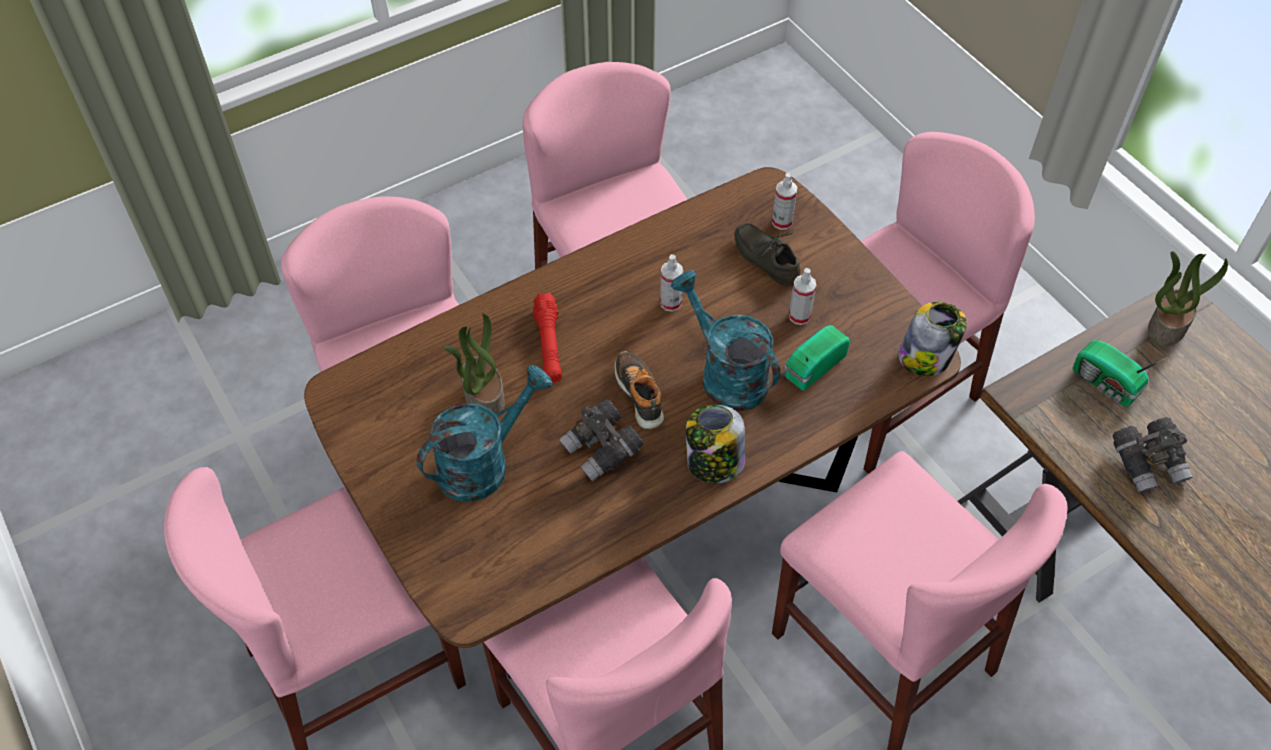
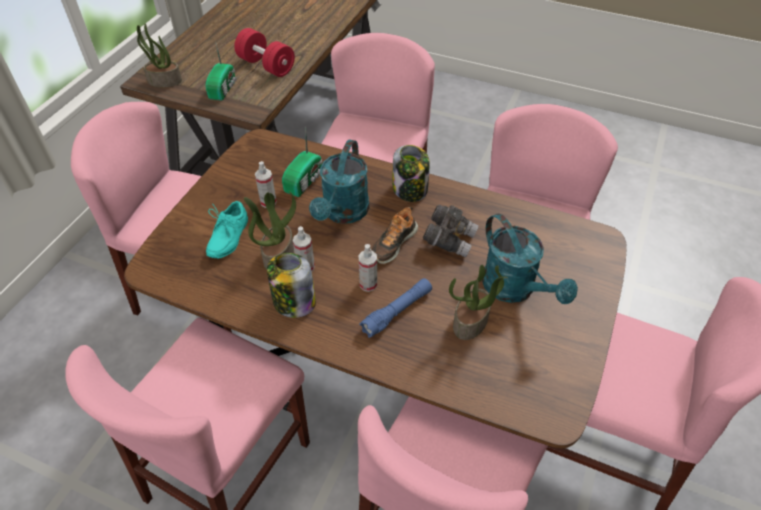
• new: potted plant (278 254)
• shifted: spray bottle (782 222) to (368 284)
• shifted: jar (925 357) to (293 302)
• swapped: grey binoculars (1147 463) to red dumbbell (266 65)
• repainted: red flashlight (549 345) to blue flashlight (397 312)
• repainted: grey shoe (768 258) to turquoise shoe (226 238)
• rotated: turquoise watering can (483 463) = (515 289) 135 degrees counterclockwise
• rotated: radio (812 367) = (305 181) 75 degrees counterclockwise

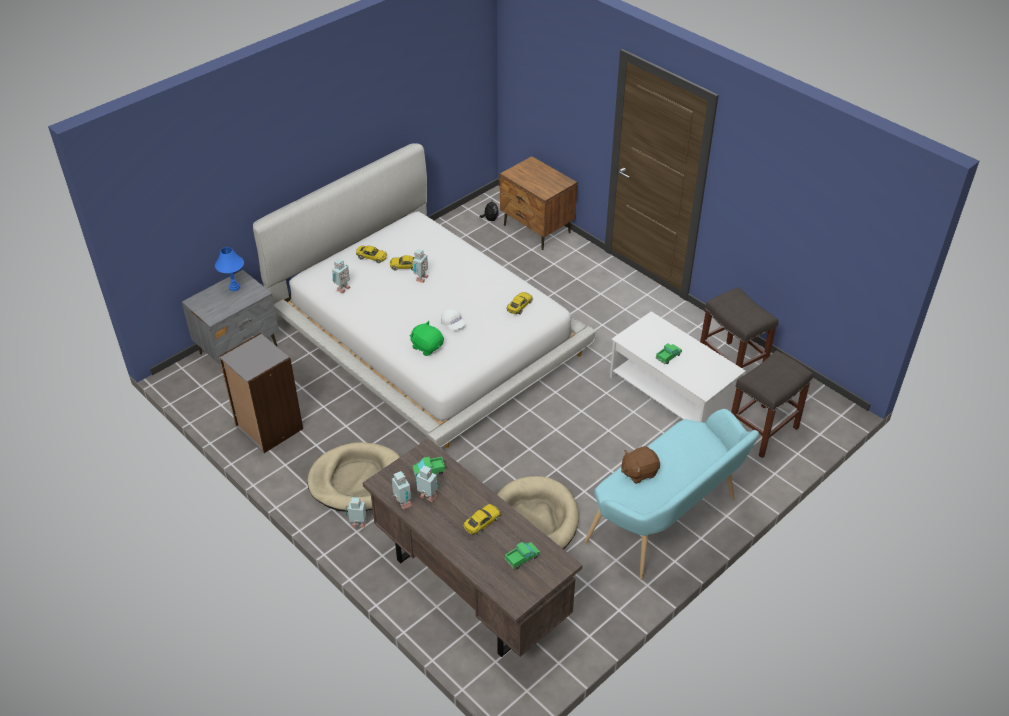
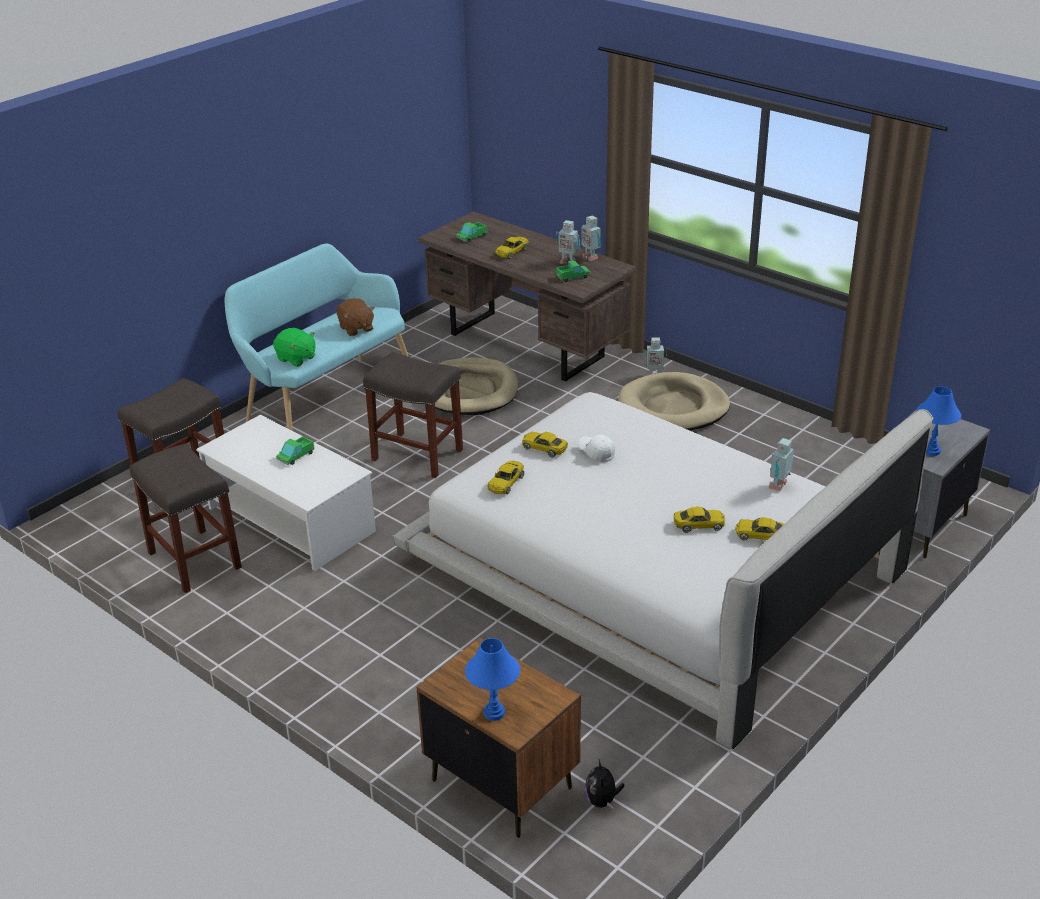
• gone: grey bookcase (268 428)
• gone: toy robot (420 278)
• new: grey stool (416 455)
• new: blue table lamp (494 713)
• new: yellow toy car (544 448)
• shifted: green plush toy (427 347) to (296 358)
• rotated: brown plush toy (639 472) = (356 328) 90 degrees clockwise

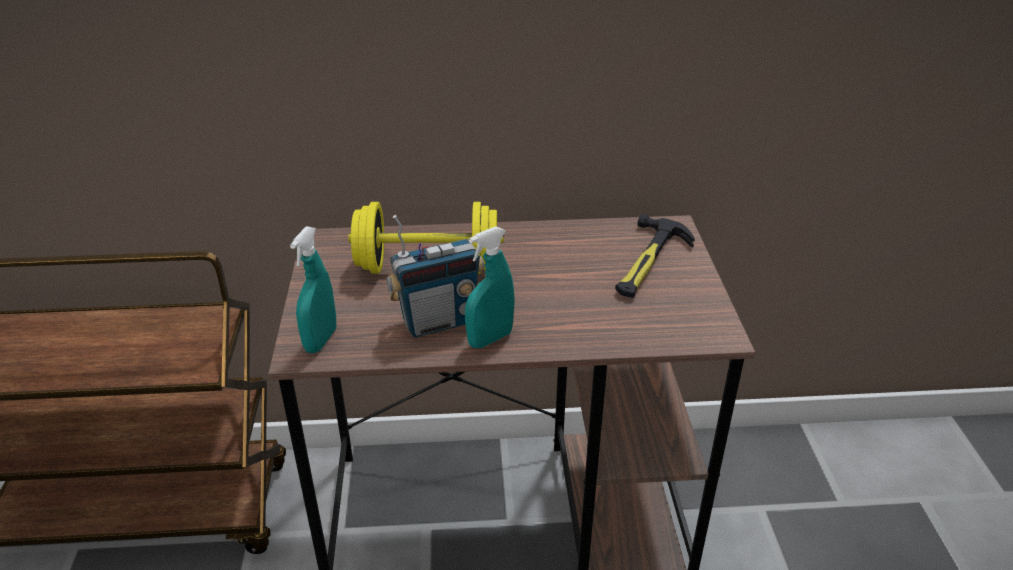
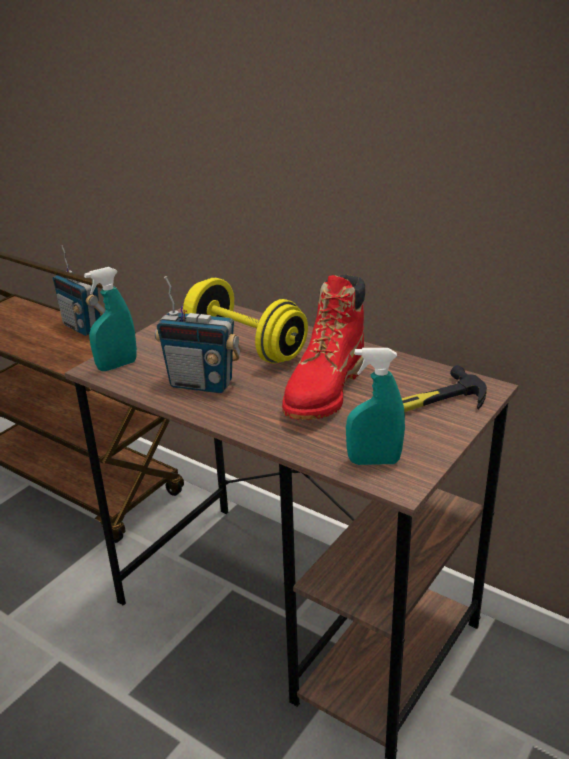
• new: radio (83 327)
• new: red boot (325 391)
• shifted: turquoise spray bottle (490 339) to (374 461)

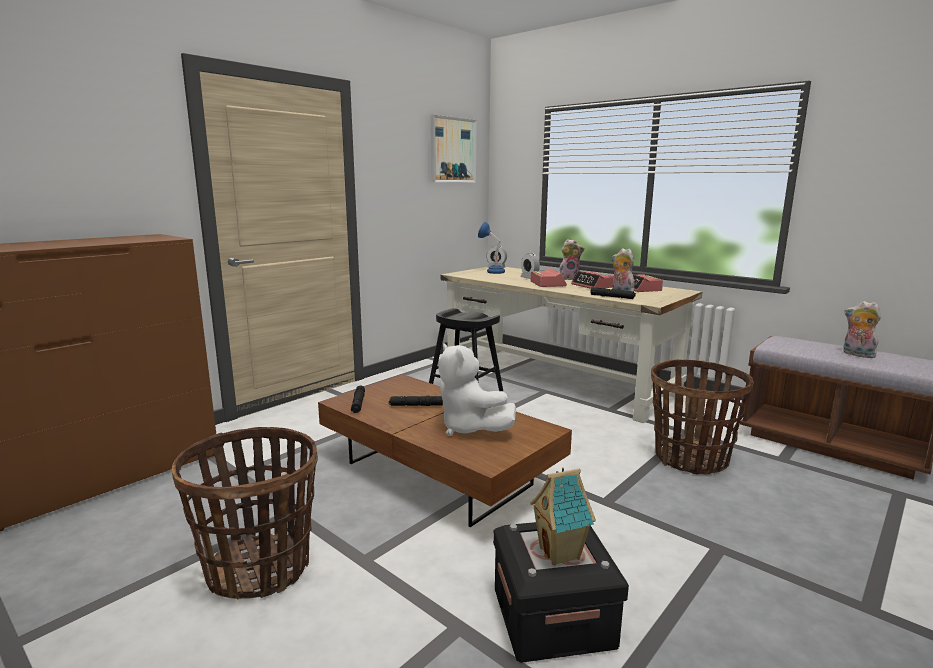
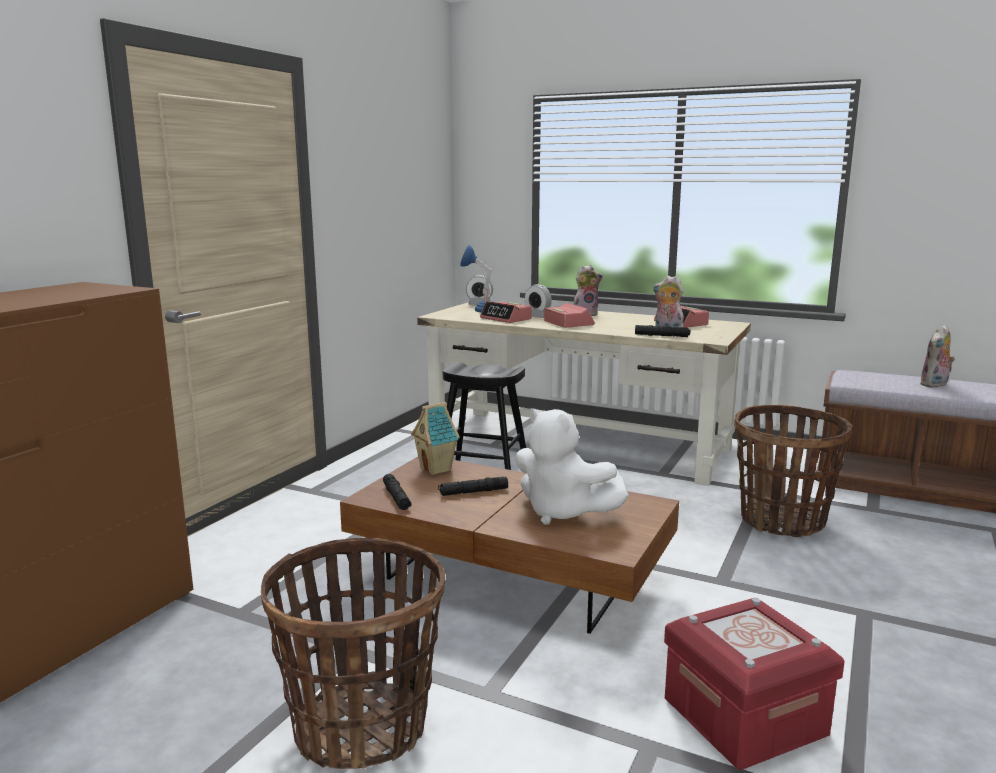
• gone: picture (452 150)
• shifted: toy house (561 553) to (437 469)
• shifted: alarm clock (593 286) to (506 319)
• repainted: black storage box (553 617) to red storage box (744 716)
• rotated: plush toy (856 354) = (935 385) 75 degrees counterclockwise

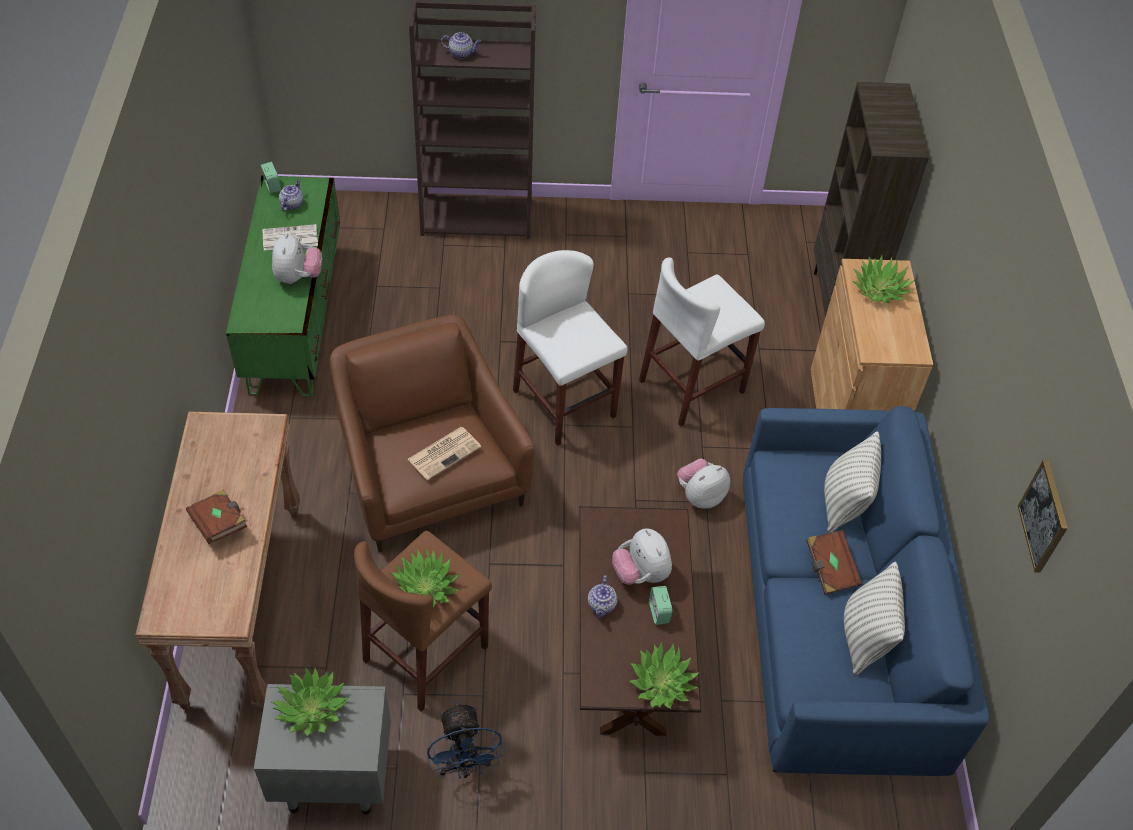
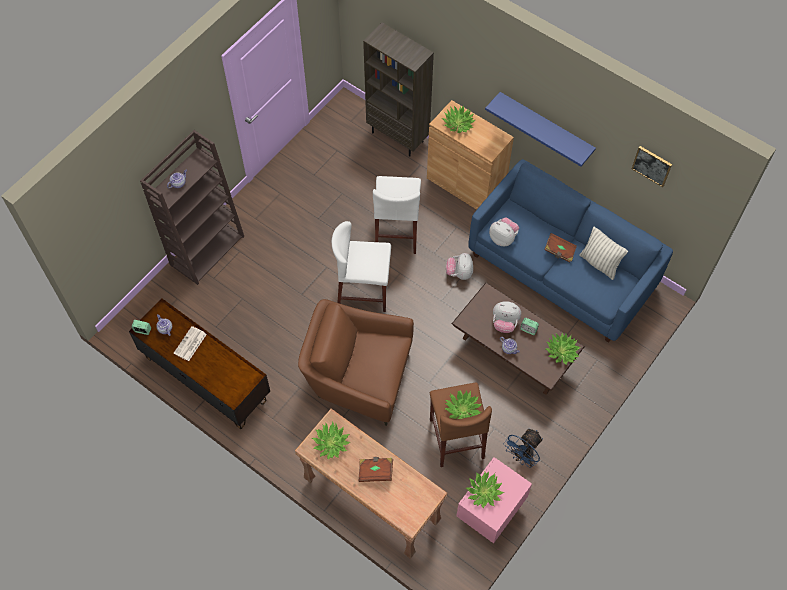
• gone: newspaper (445 452)
• gone: pillow (844 503)
• new: potted plant (331 443)
• new: blue shelf (545 126)
• shifted: plush toy (298 277) to (503 238)
• repainted: green tv stand (295 318) to brown tv stand (206 378)
• repainted: grey nightstand (332 777) to pink nightstand (490 513)
• rotated: blue fan (464 765) = (522 457) 105 degrees clockwise

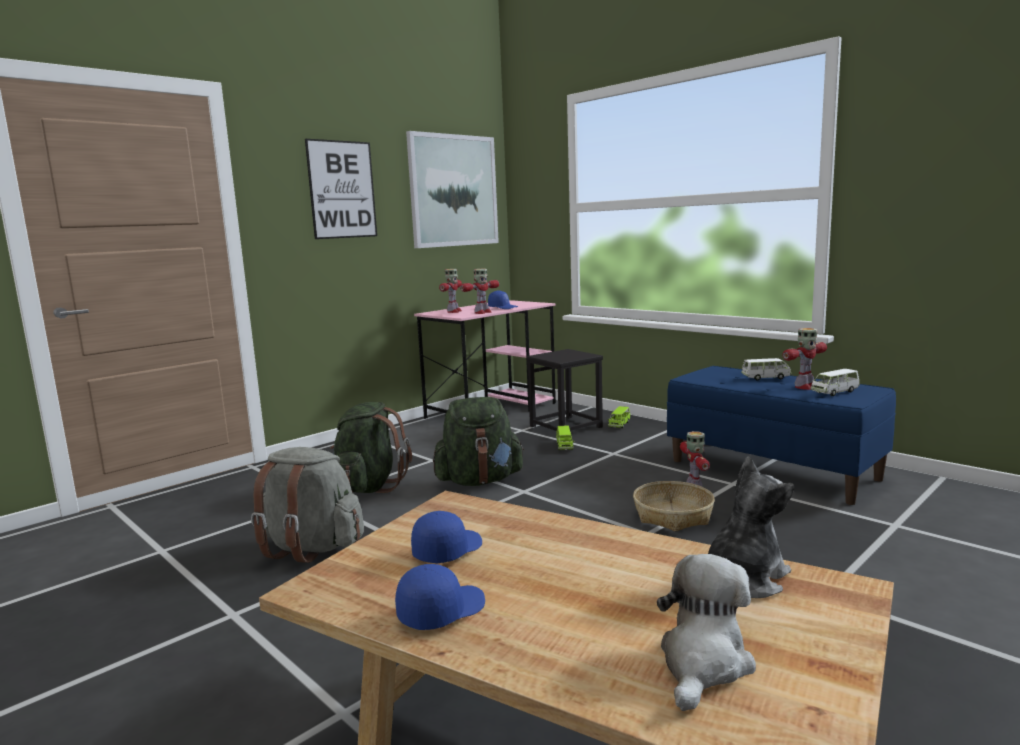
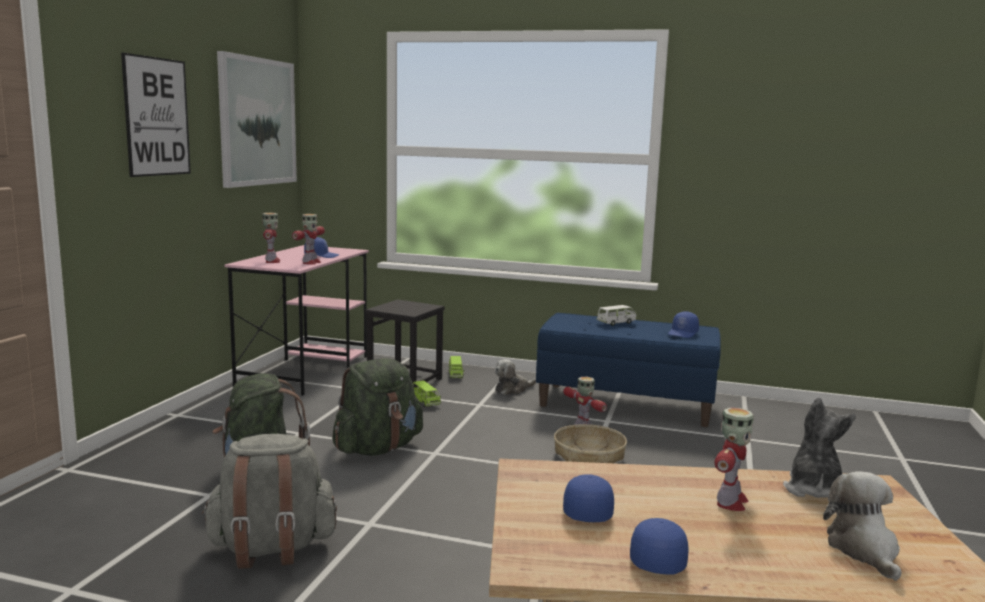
• new: plush toy (513 389)
• shifted: toy robot (805 387) to (730 502)
• swapped: white toy car (834 392) to blue cap (683 333)

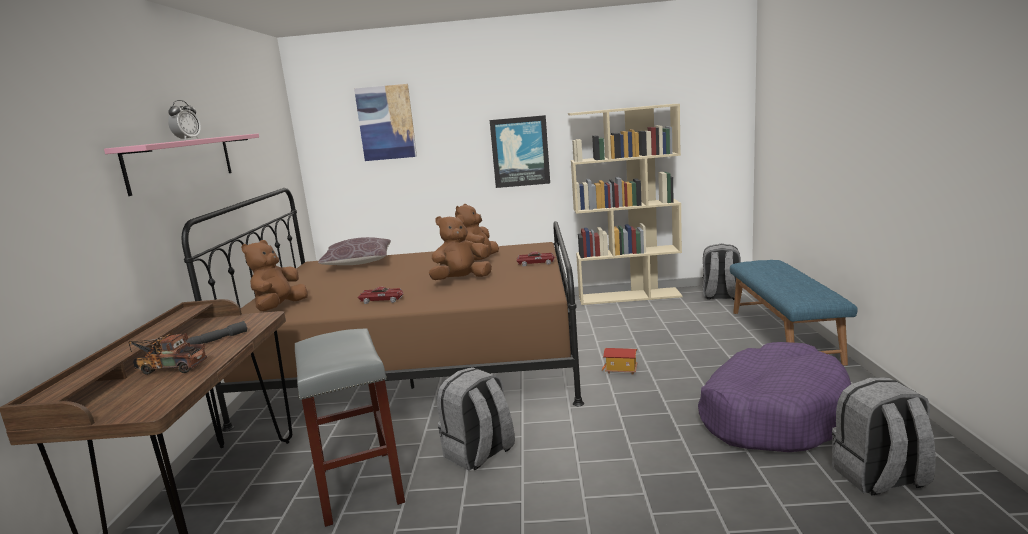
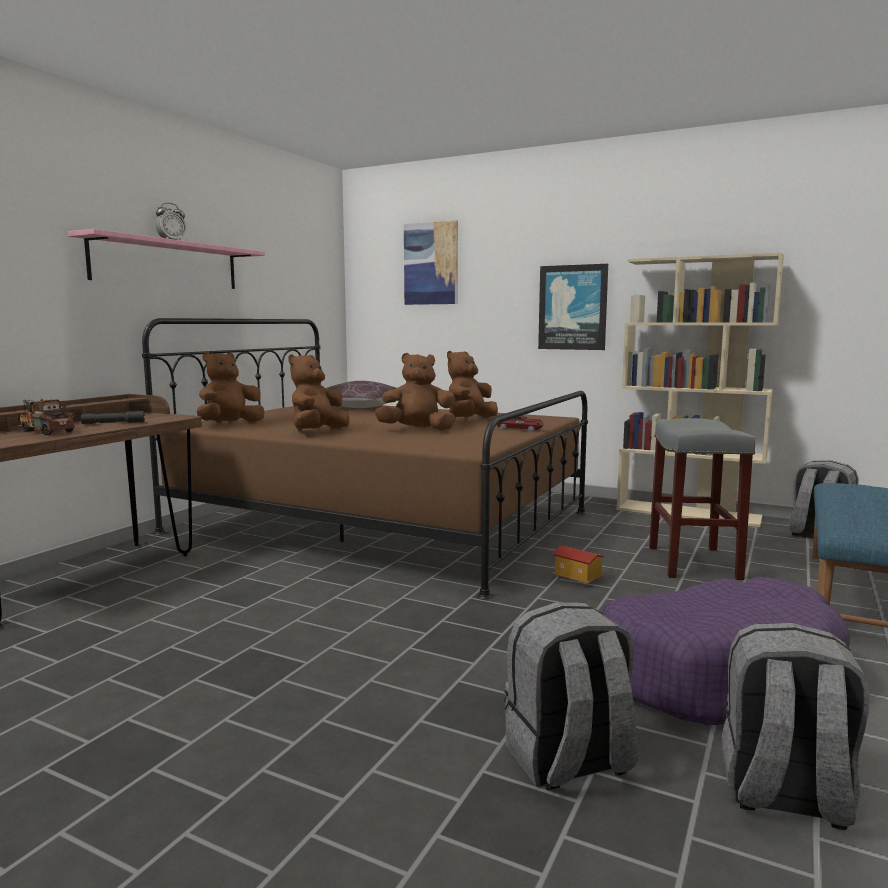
• shifted: grey stool (360 486) to (694 563)
• shifted: grey backpack (479 453) to (568 761)
• swapped: toy car (382 300) to brown plush toy (317 432)

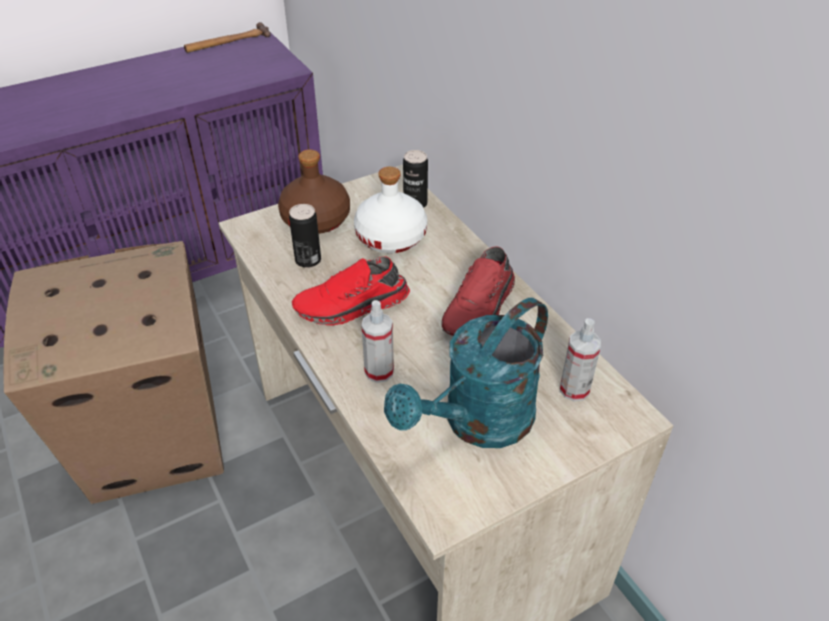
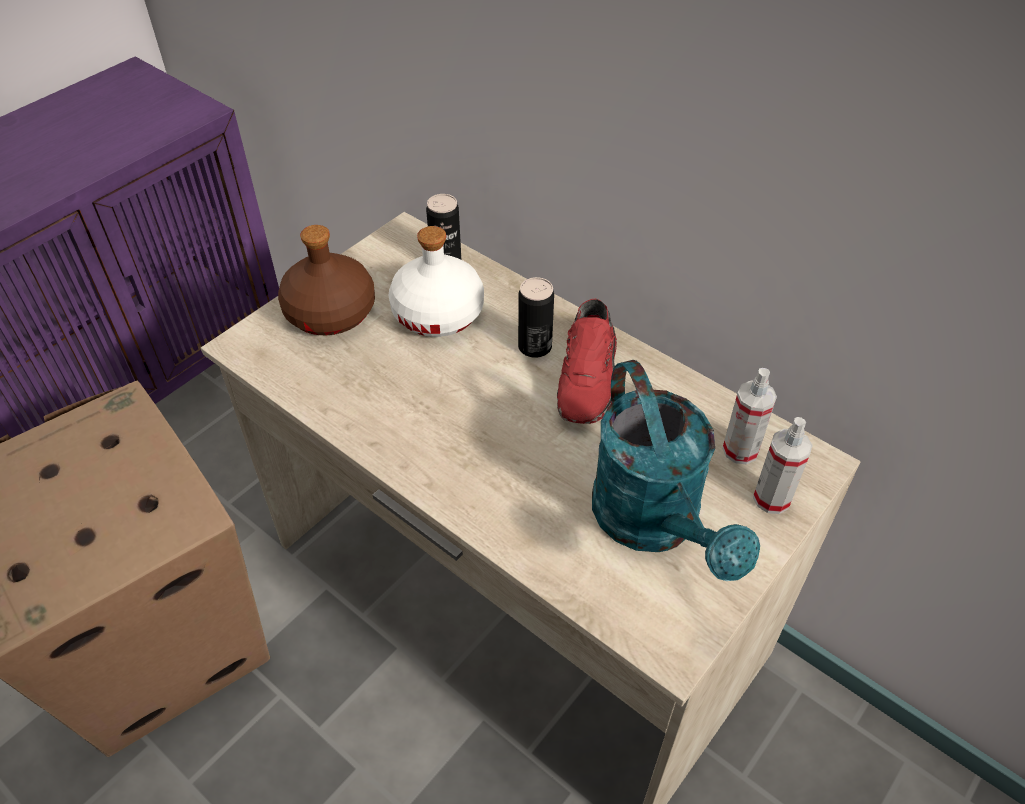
• gone: hammer (227 42)
• gone: red shoe (352 307)
• shifted: can (308 260) to (535 347)
• shifted: spray bottle (379 371) to (771 498)
• rotated: turquoise watering can (477 423) = (655 524) 45 degrees counterclockwise

